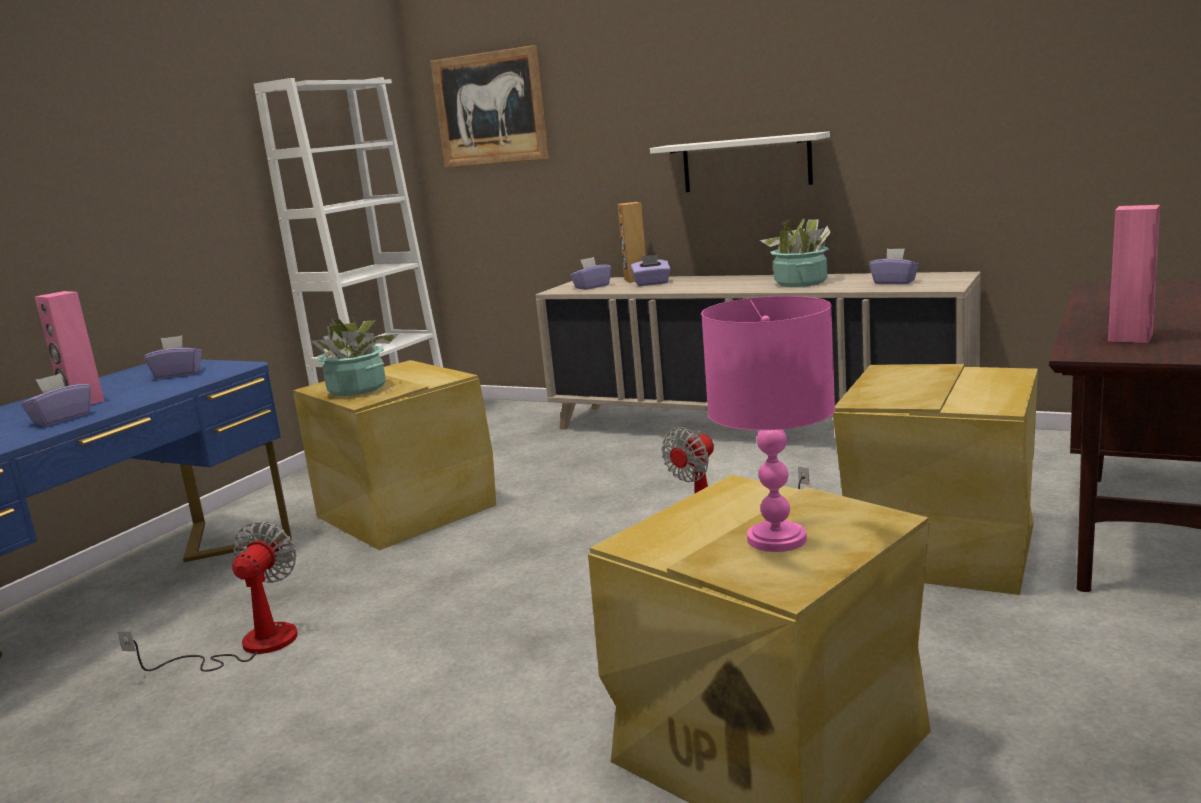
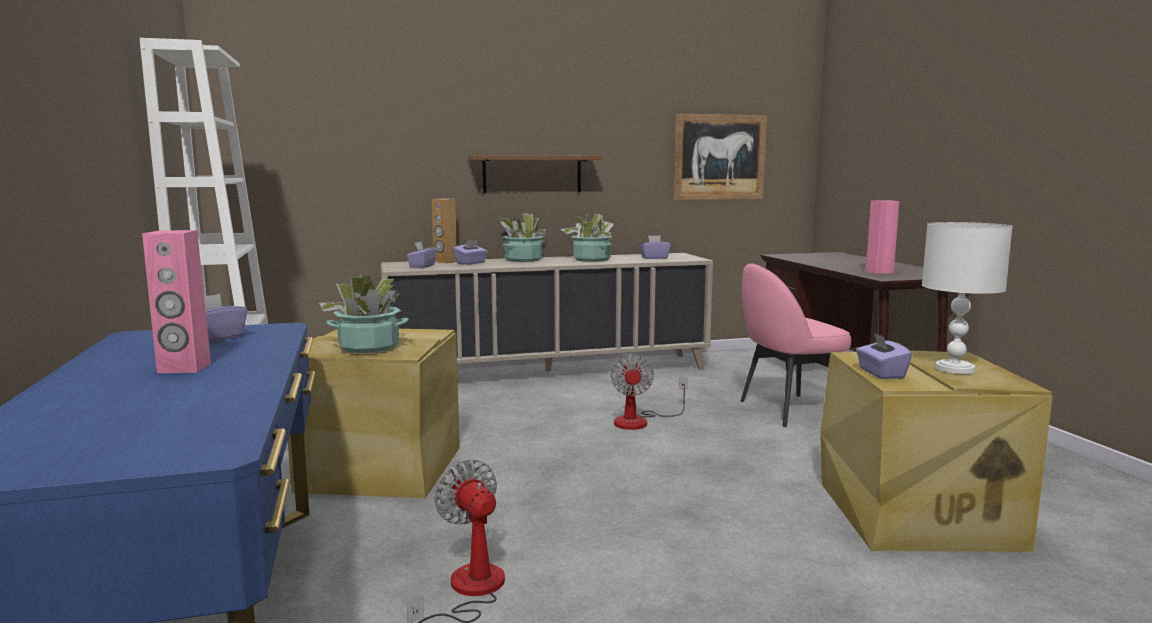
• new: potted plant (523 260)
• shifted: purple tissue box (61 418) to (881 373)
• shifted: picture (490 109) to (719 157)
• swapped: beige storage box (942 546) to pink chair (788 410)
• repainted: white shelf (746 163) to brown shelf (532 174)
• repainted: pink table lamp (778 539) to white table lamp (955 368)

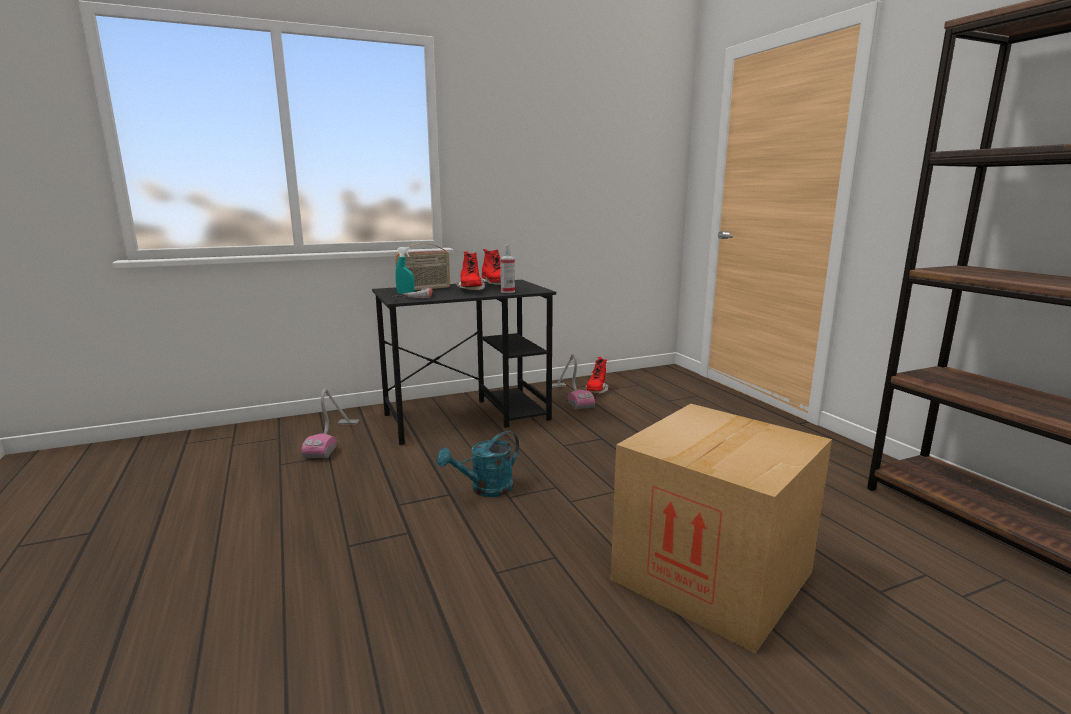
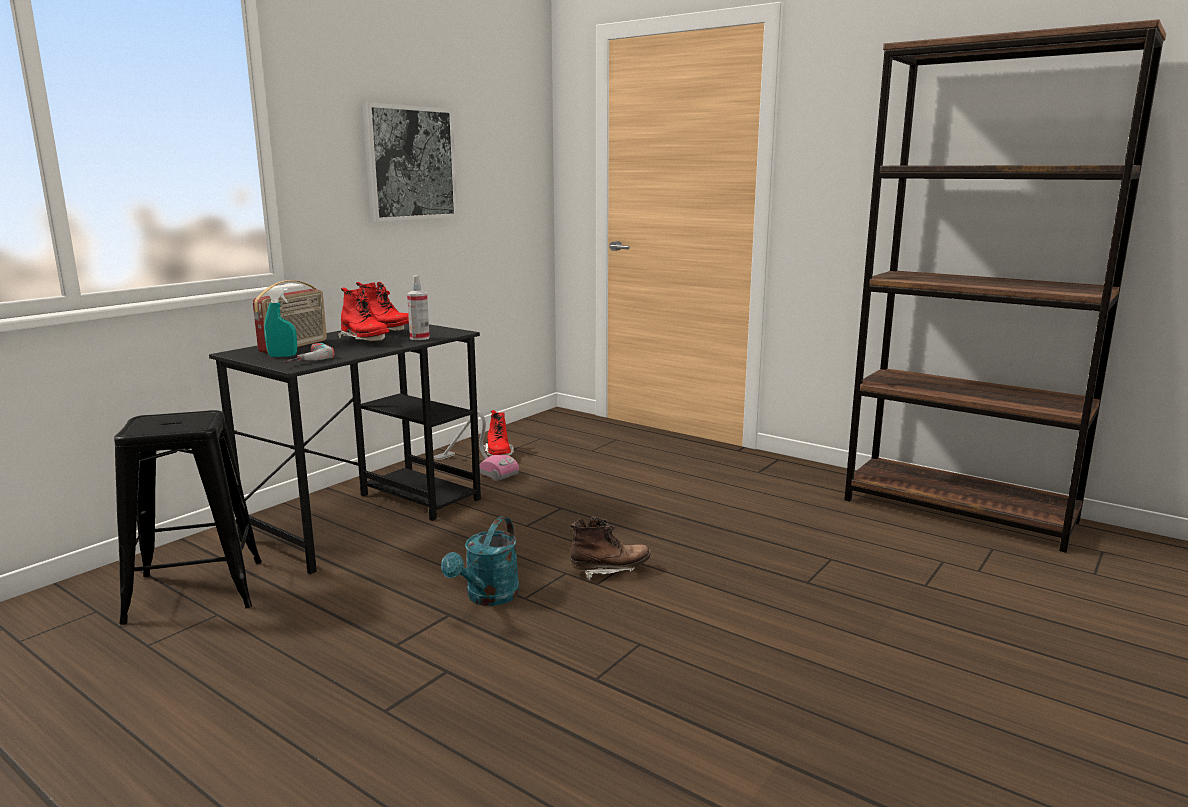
• gone: cardboard box (712 575)
• new: picture (410 163)
• new: brown boot (609 570)
• swapped: vacuum cleaner (333 439) to black stool (196 591)

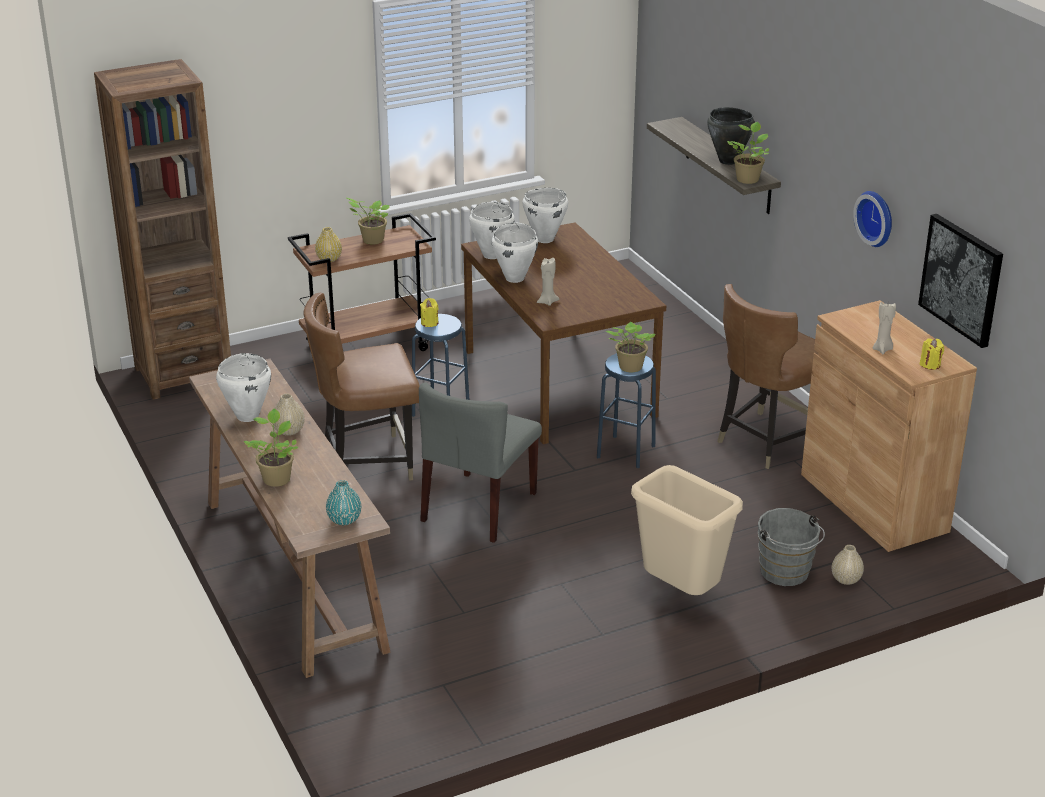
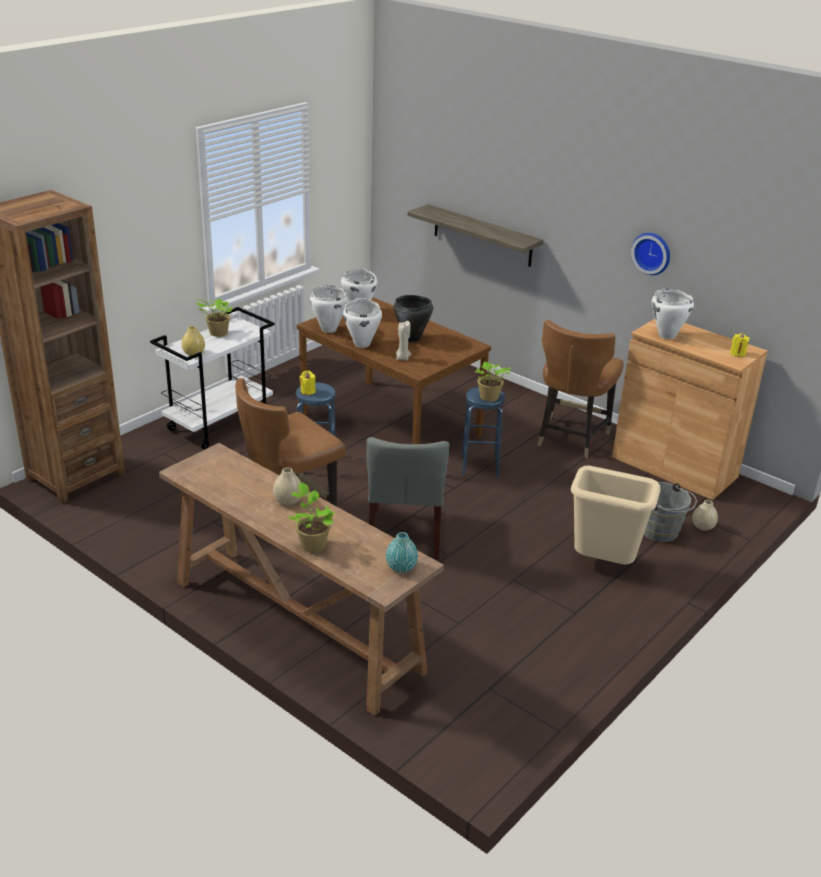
• gone: potted plant (747 179)
• gone: beige candle (882 349)
• gone: picture (962 279)
• shifted: white cooking pot (247 416) to (666 336)
• shifted: black cooking pot (728 161) to (412 339)
• repainted: brown cart (368 346) to white cart (220 423)

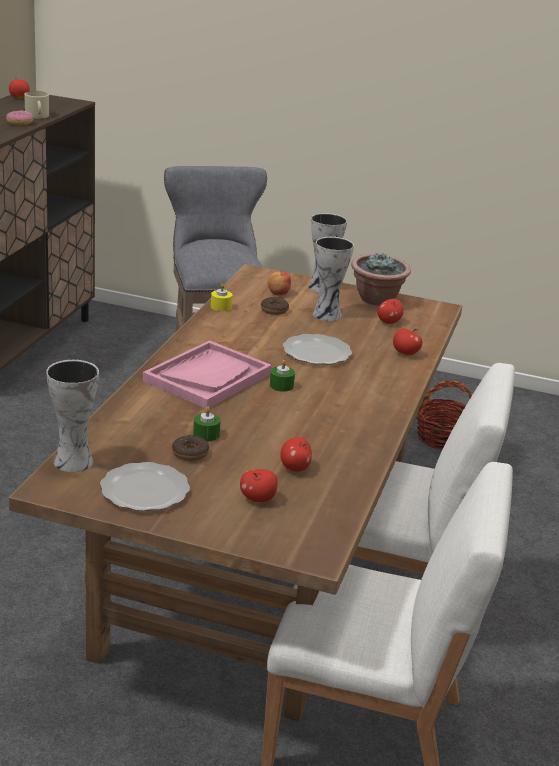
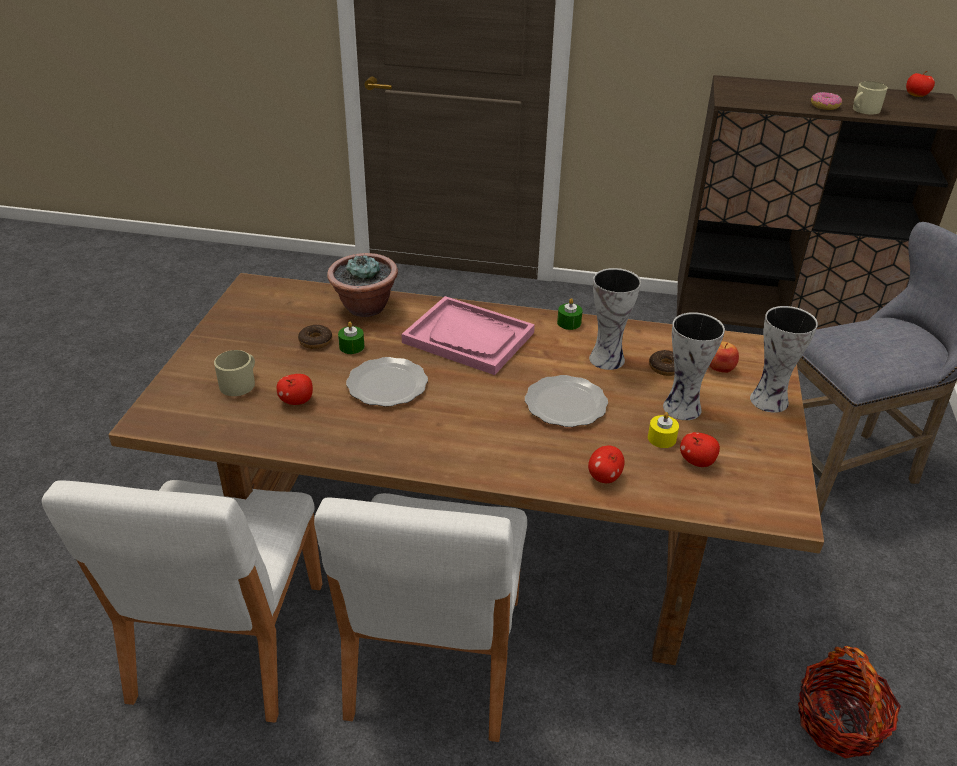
• shifted: vase (71 461) to (607 358)
• shifted: plate (145 490) to (388 385)
• shifted: yellow candle (221 307) to (661 438)
• shifted: green candle (281 385) to (569 323)
• shifted: potted plant (377 299) to (365 307)
• swapped: apple (258 499) to beige mug (240 383)

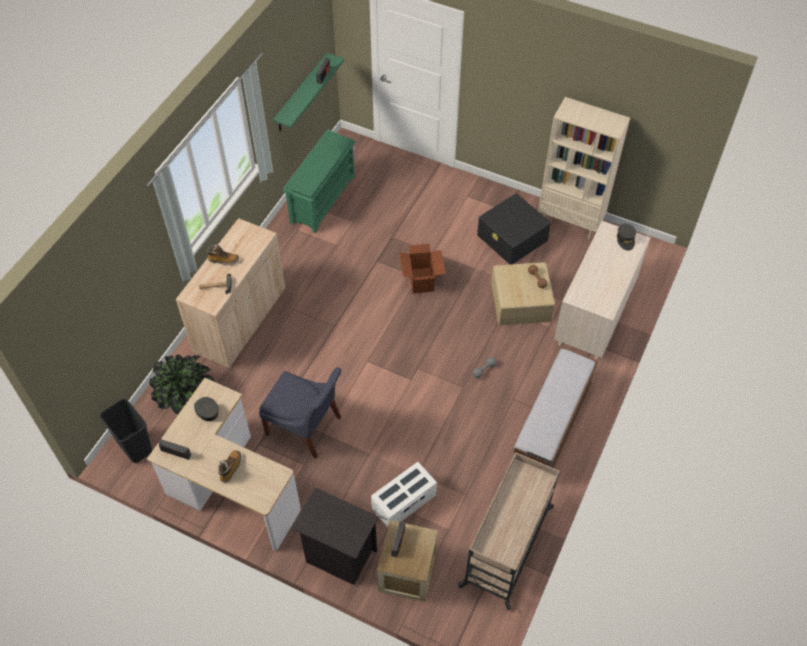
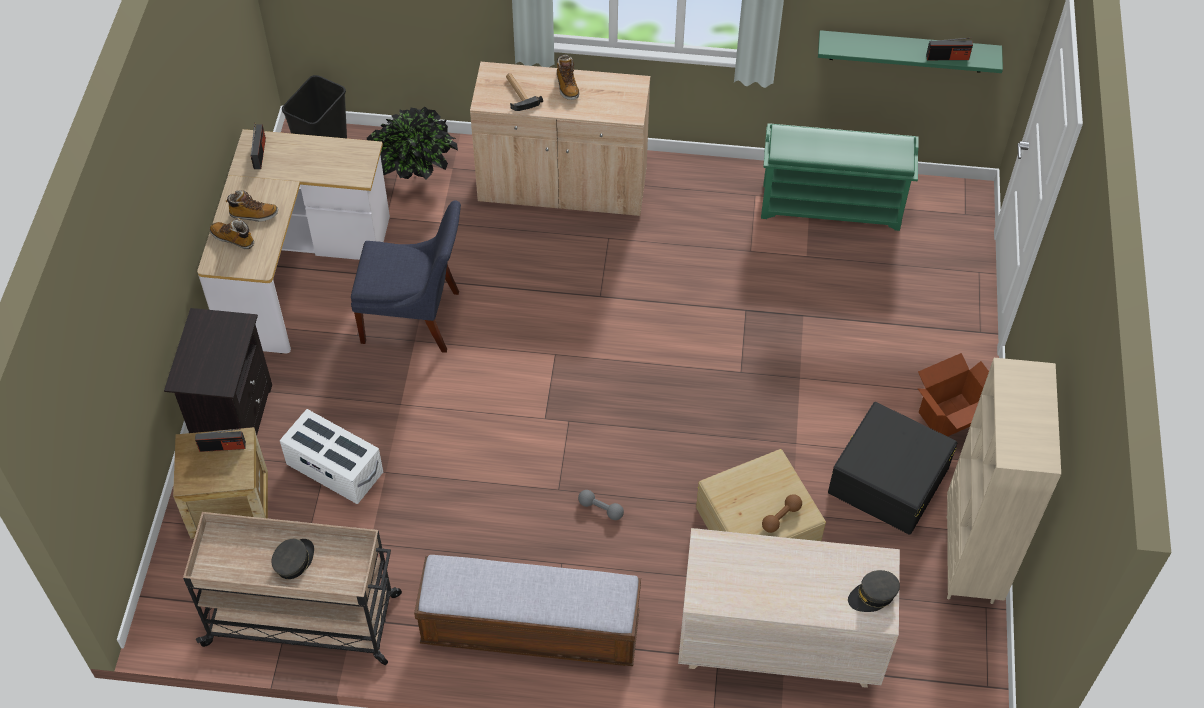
• new: boot (233 238)
• shifted: grey cap (206 411) to (294 561)
• shifted: cardboard box (422 280) to (950 417)
• rotated: blue chair (306 428) = (415 318) 90 degrees counterclockwise

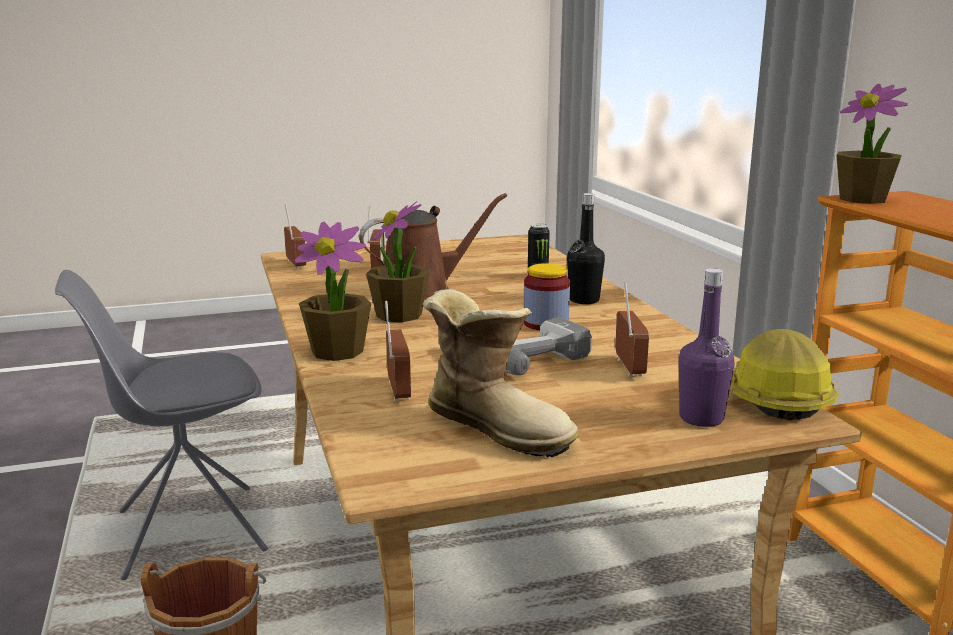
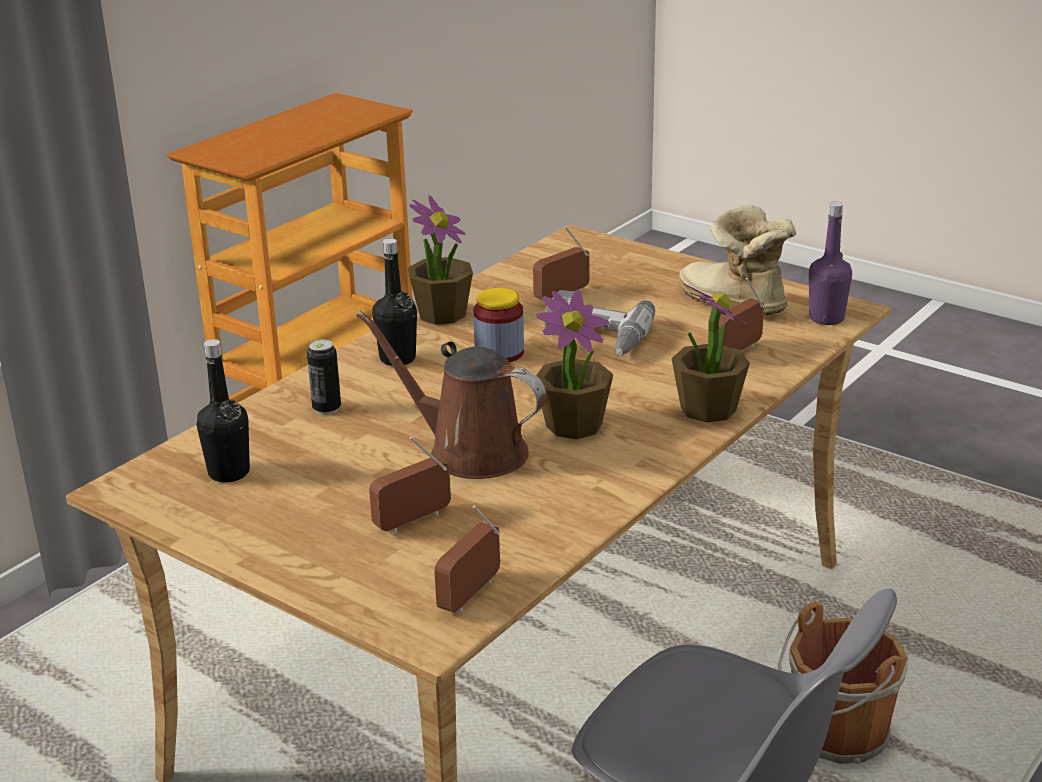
• gone: hard hat (776 397)
• new: black bottle (229 472)
• shifted: purple bottle (701 418) to (826 318)
• shifted: potted plant (863 199) to (442 314)
• rotated: boot (498 427) = (732 304) 45 degrees counterclockwise

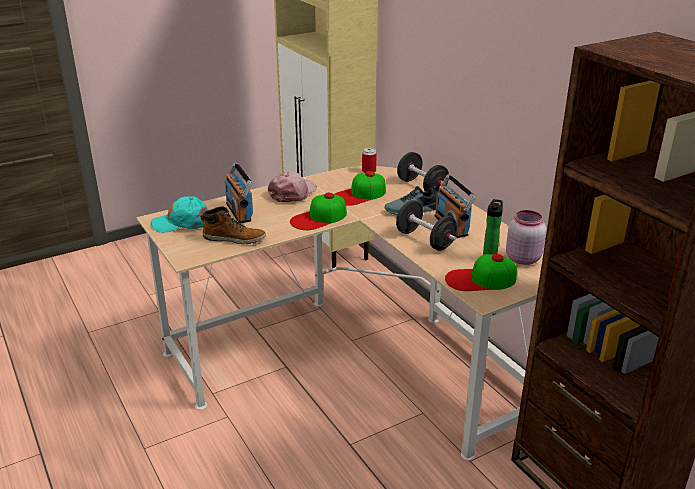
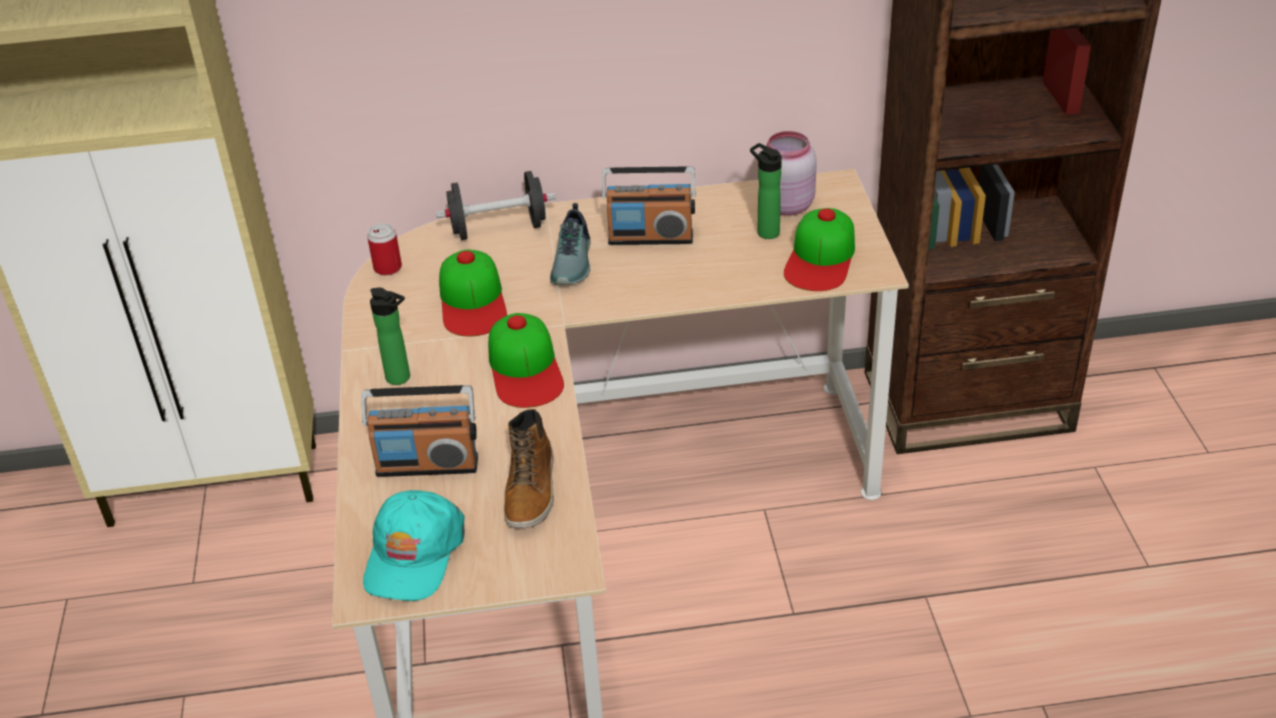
• gone: black dumbbell (425 240)
• swapped: pink cap (293 193) to bottle (401 378)
• rotated: boot (234 238) = (531 489) 150 degrees clockwise

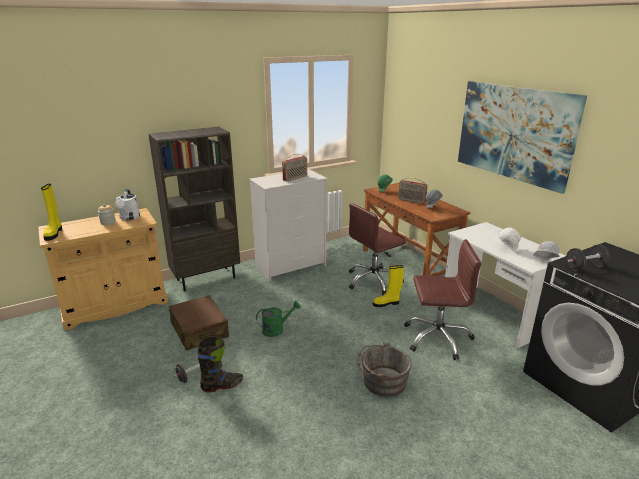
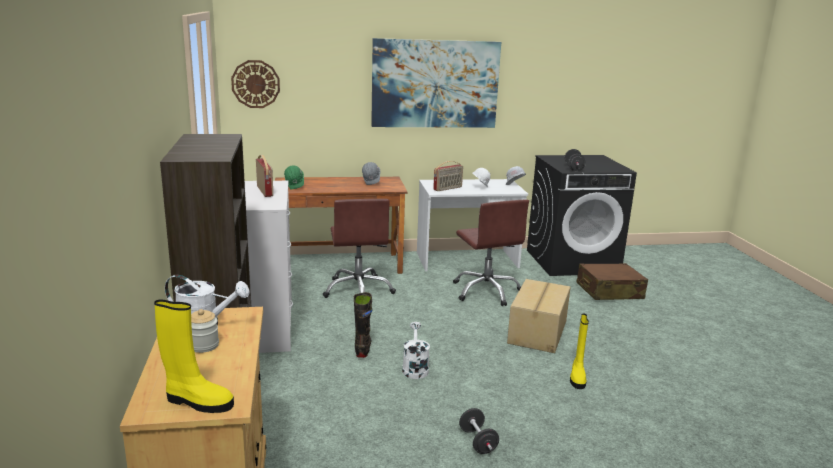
• new: wall clock (255 84)
• shifted: brown suitcase (199 330) to (609 291)
• shifted: black boot (222 386) to (363 348)
• shifted: yellow boot (386 303) to (577 377)
• shifted: radio (411 201) to (448 188)
• swapped: grey bucket (381 381) to cardboard box (538 332)
• repainted: green watering can (276 329) to white watering can (415 368)
• rotated: brown office chair (437 337) = (486 291) 135 degrees clockwise

